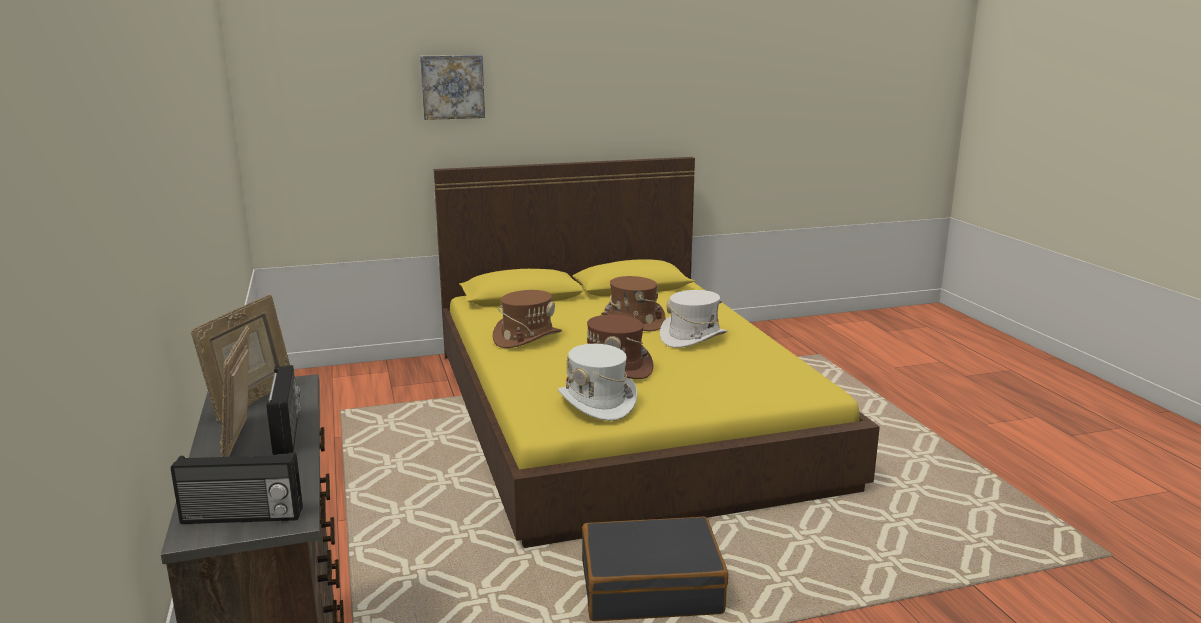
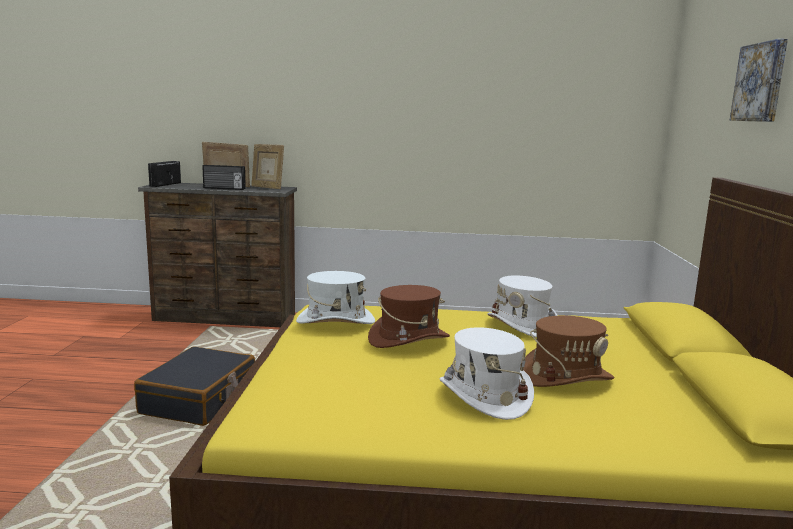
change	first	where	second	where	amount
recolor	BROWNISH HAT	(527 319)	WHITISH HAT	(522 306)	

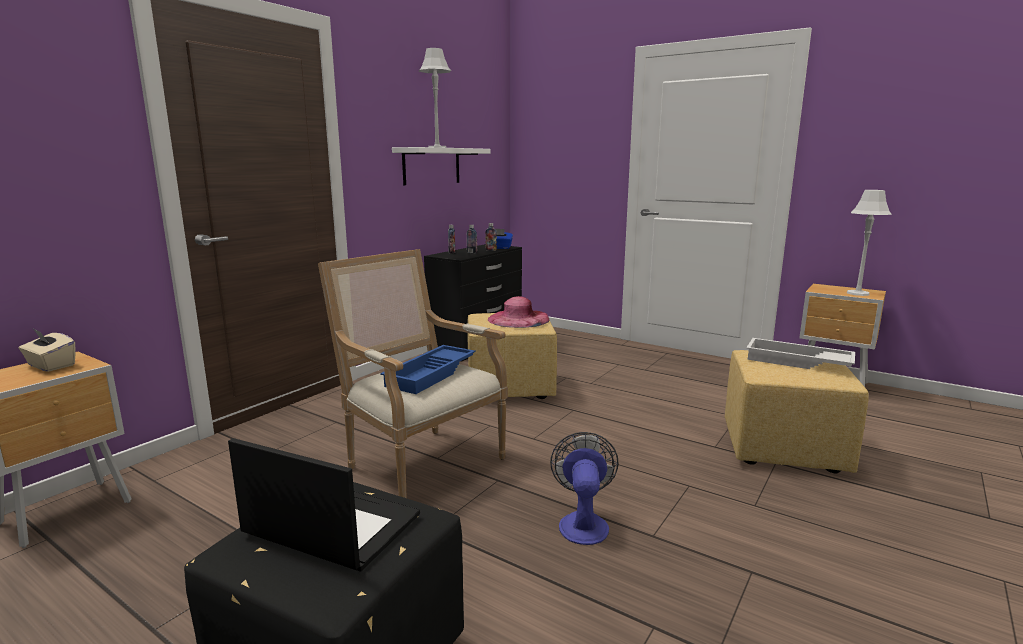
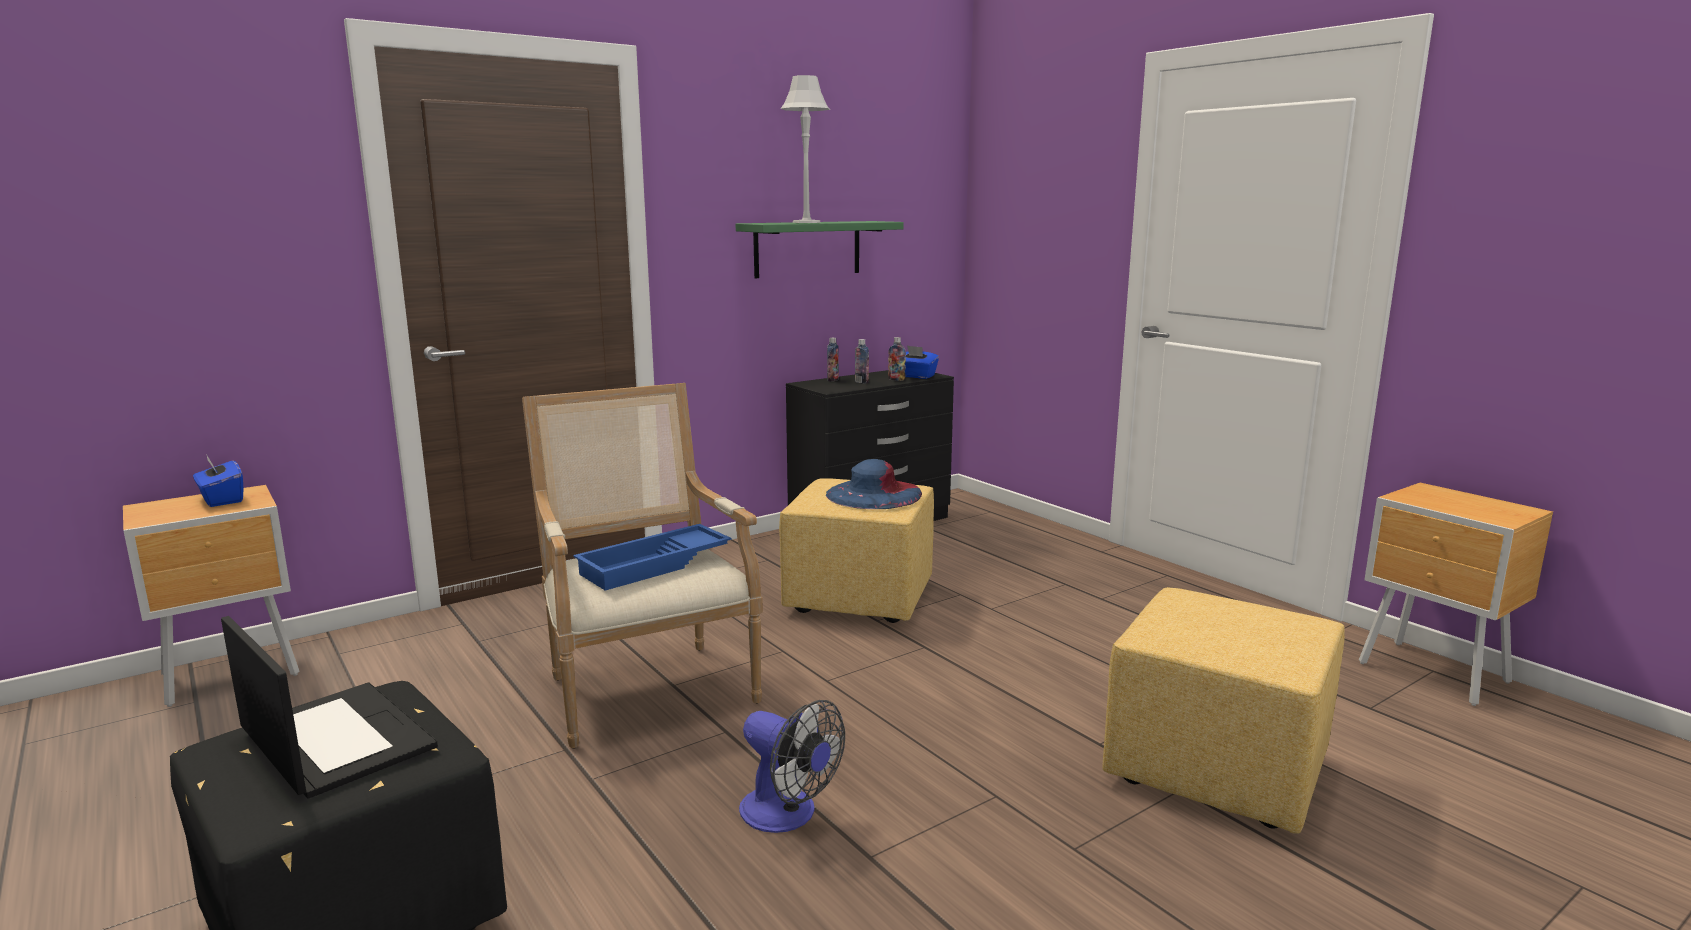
change	first	where	second	where	amount
delete	WHITISH CARRYING TRAY	(800 353)			
delete	GRAY LAMP FOR A TABLE	(869 243)			
recolor	SAND-COLOURED BOX OF TISSUES	(47 350)	BLUE-COLOURED BOX OF TISSUES	(218 480)	
recolor	WHITISH WALL SHELF	(441 166)	GREEN WALL SHELF	(820 250)	
recolor	PINK-COLOURED HAT	(518 312)	BLUE-COLOURED HAT	(874 484)	
rotate	FAN	(584 488)		(792 766)	105 degrees clockwise

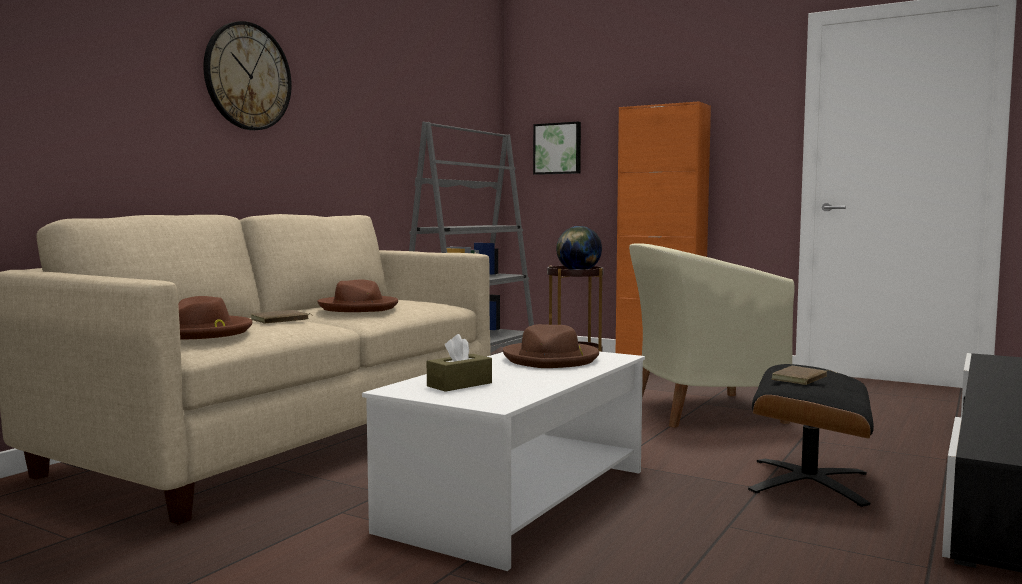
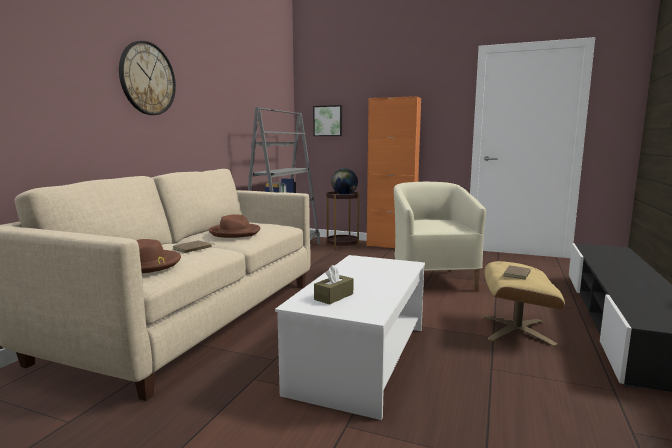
change	first	where	second	where	amount
delete	BROWNISH HAT	(551 346)			
recolor	BLACKISH OTTOMAN	(811 435)	SAND-COLOURED OTTOMAN	(523 304)	
rotate	SAND-COLOURED ARMCHAIR	(711 335)		(440 237)	105 degrees clockwise

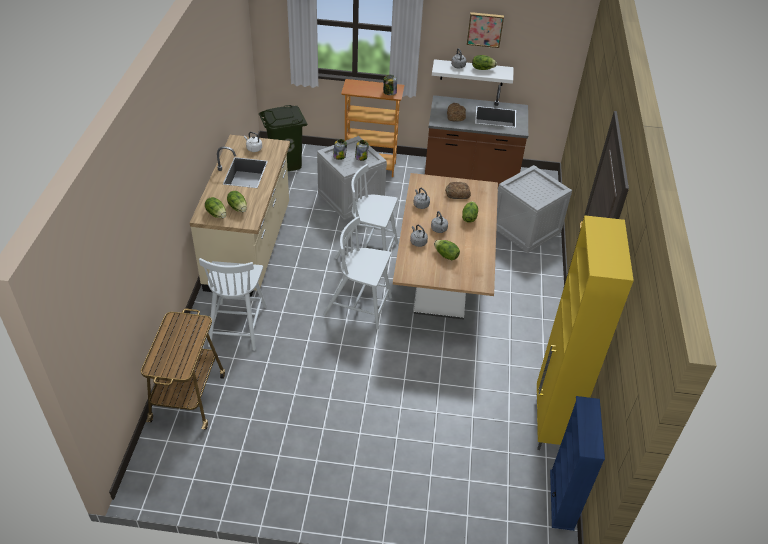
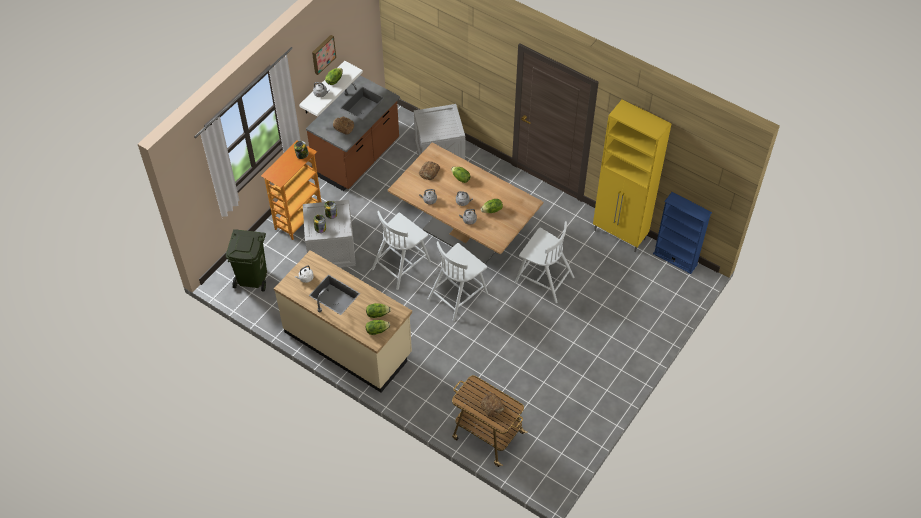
change	first	where	second	where	amount
insert			BAKED BREAD	(493 405)	
move	WHITISH UPRIGHT CHAIR	(233 304)		(545 262)	

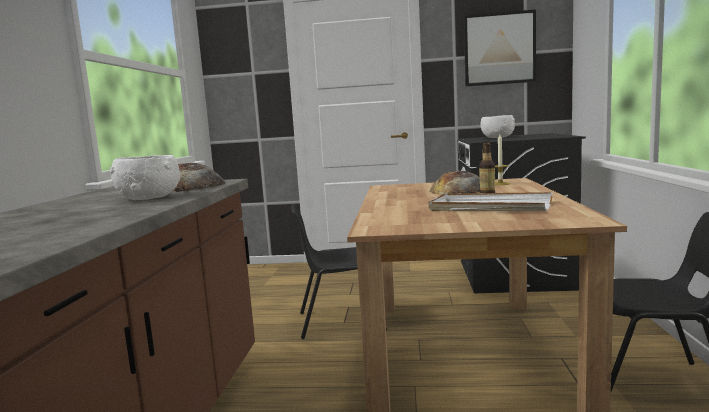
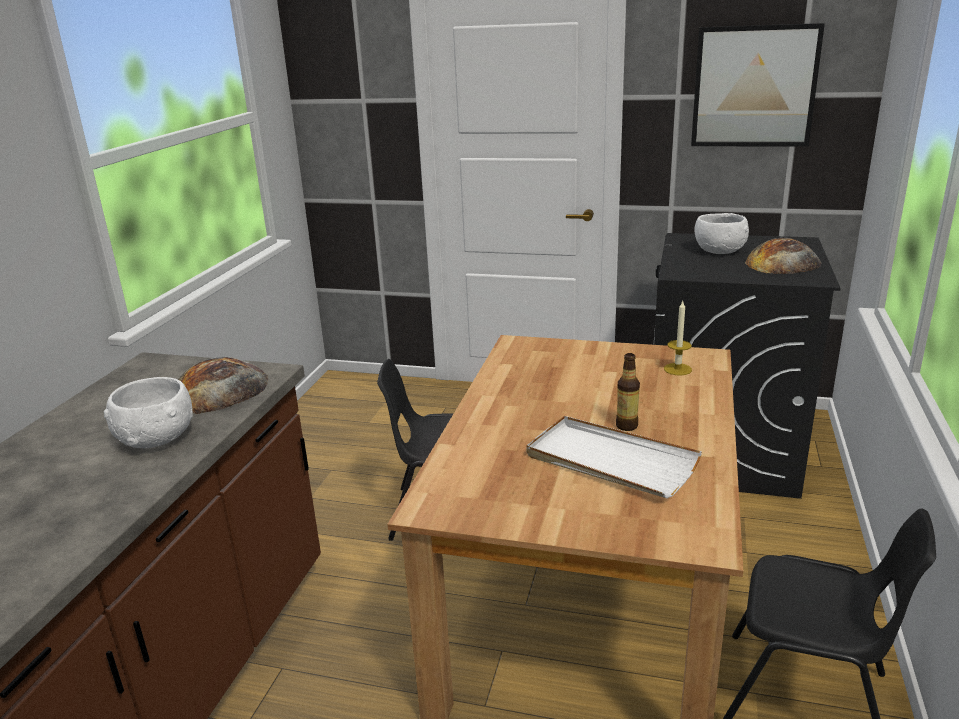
change	first	where	second	where	amount
move	BAKED BREAD	(455 183)		(783 256)	

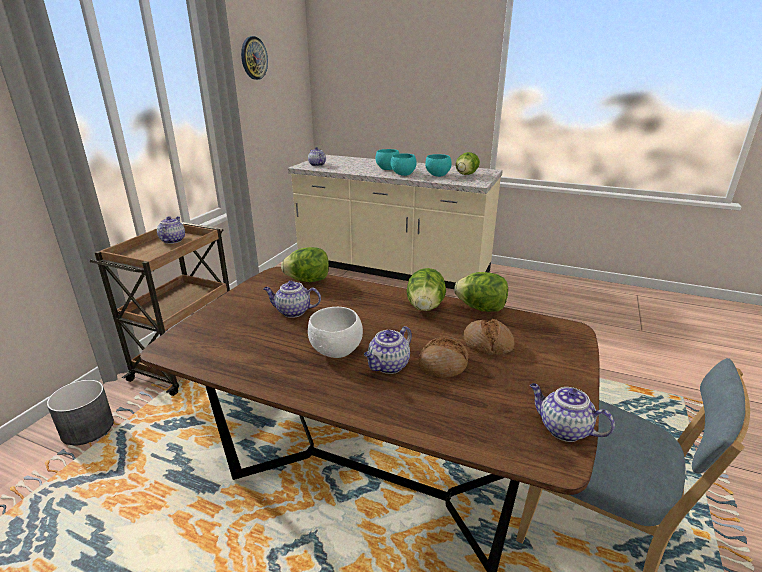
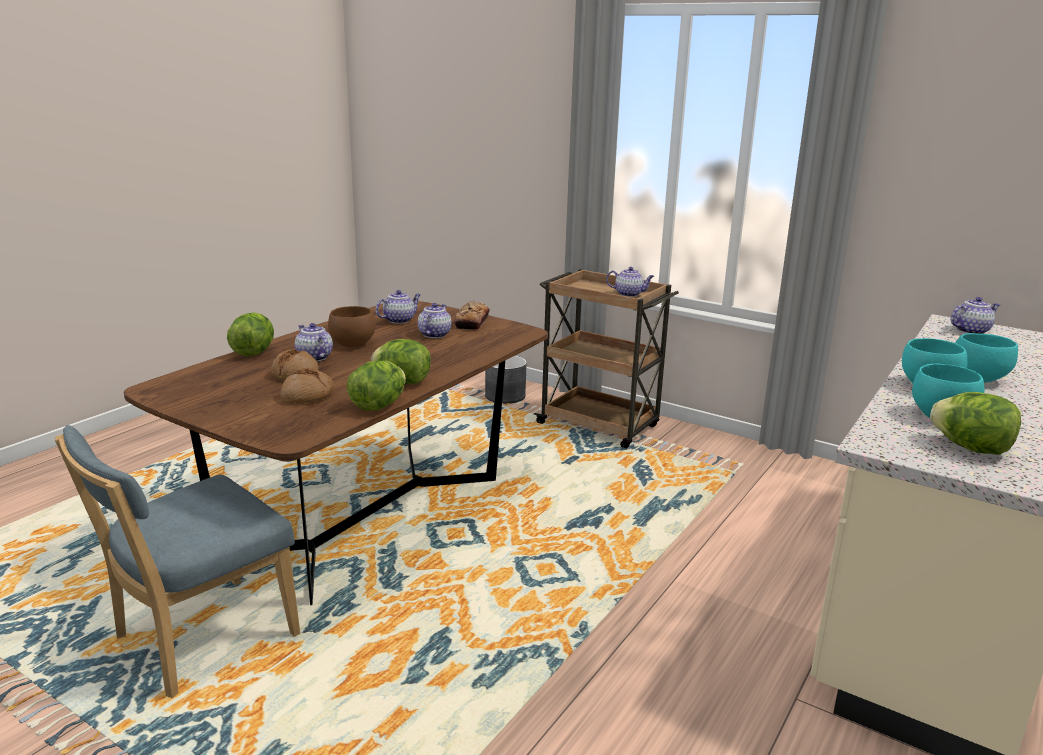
change	first	where	second	where	amount
delete	CLOCK ON THE WALL	(254 58)			
insert			BAKED BREAD	(472 315)	
move	LETTUCE HEAD	(305 264)		(250 334)	
move	POT FOR TEA	(572 412)		(398 307)	
recolor	WHITISH BOWL	(335 332)	BROWNISH BOWL	(352 326)	

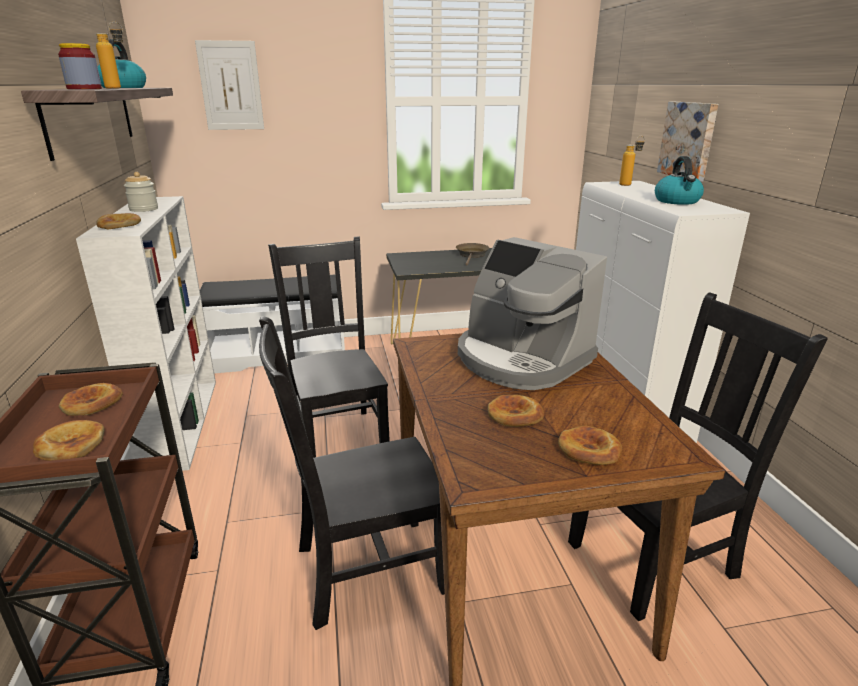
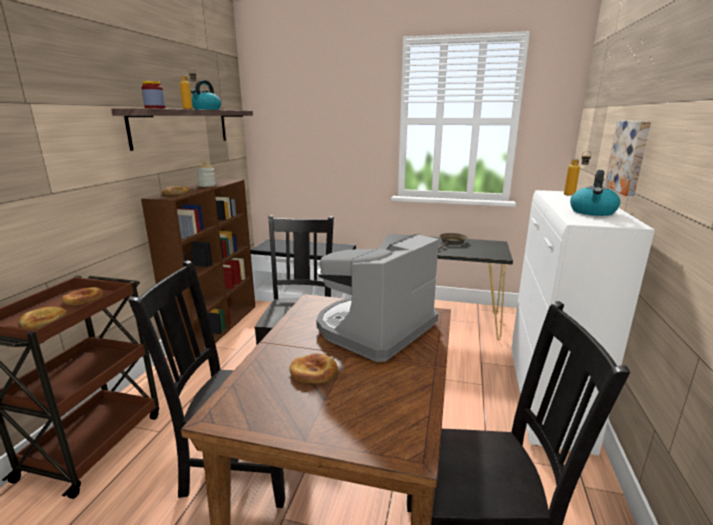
change	first	where	second	where	amount
delete	WALL PICTURE	(229 85)			
delete	BAKED BREAD	(590 445)			
recolor	WHITISH BOOKSHELF	(146 333)	BROWNISH BOOKSHELF	(198 268)	
rotate	COFFEE BREWER	(532 313)		(377 297)	60 degrees clockwise

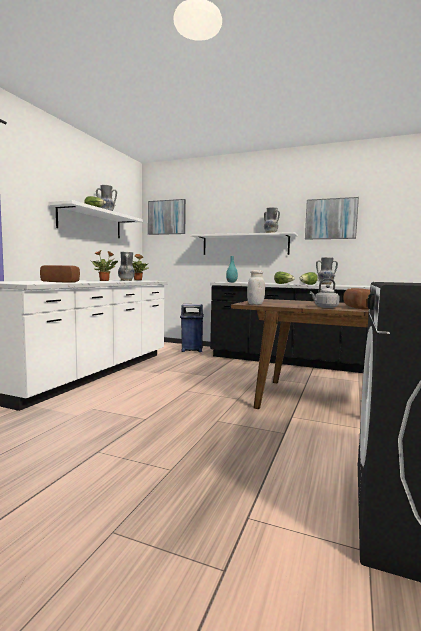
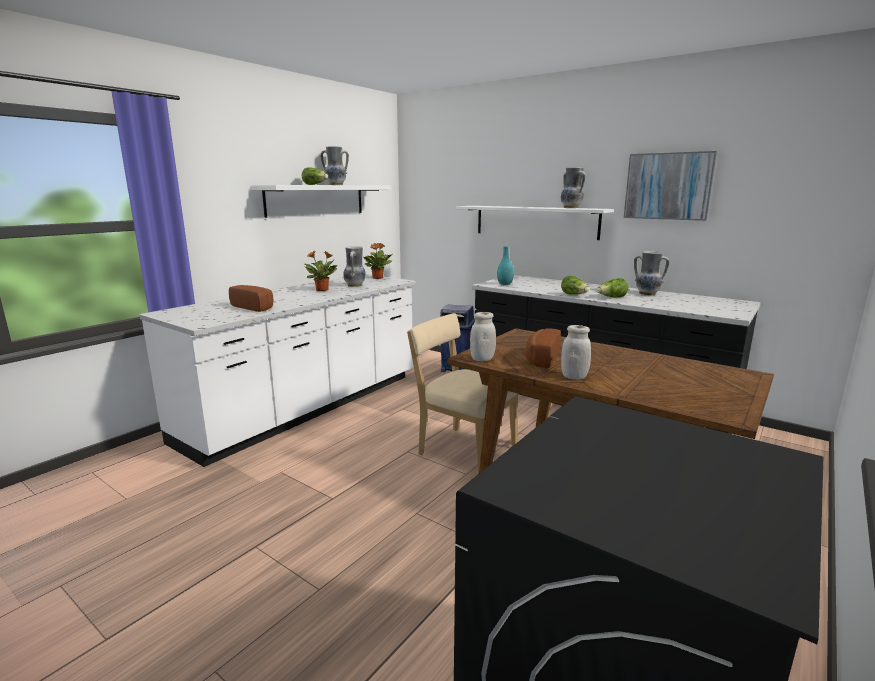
change	first	where	second	where	amount
delete	WALL PICTURE	(167 217)			
insert			SAND-COLOURED UPRIGHT CHAIR	(462 393)	
move	BAKED BREAD	(356 299)		(543 348)	
replace	GRAY TEA KETTLE	(325 293)	WHITISH PRESERVE JAR	(576 352)	

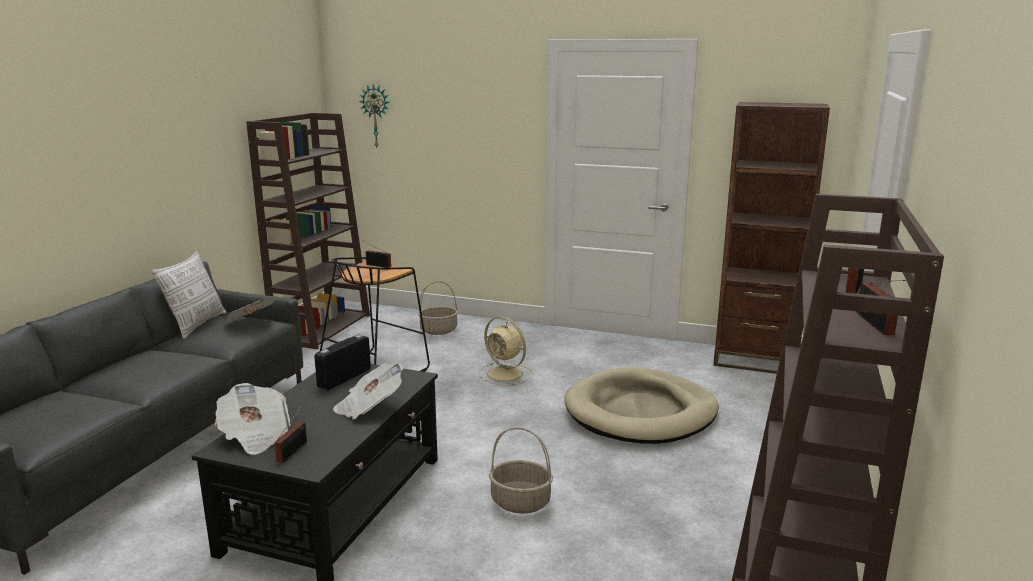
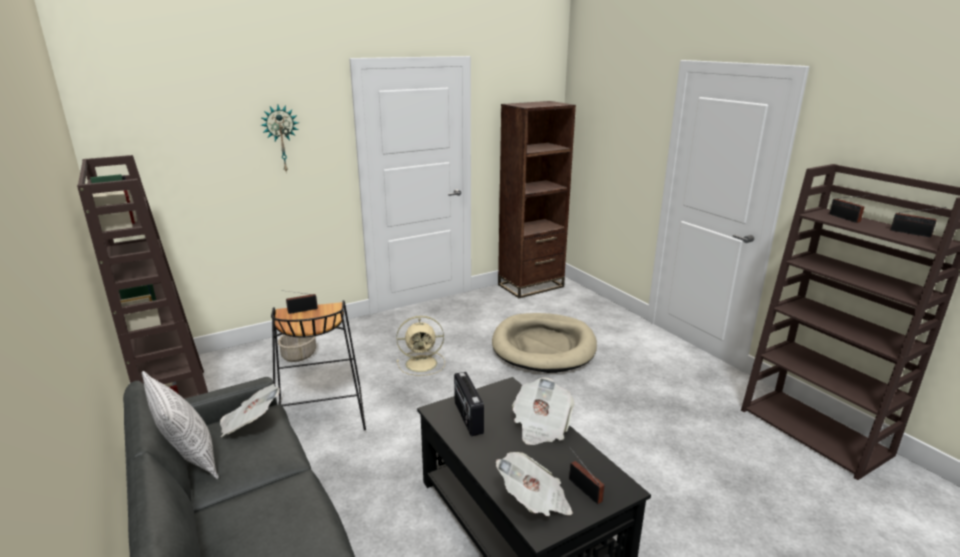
change	first	where	second	where	amount
delete	STORAGE BASKET	(521 470)			
move	CLOCK ON THE WALL	(374 115)		(280 138)	

